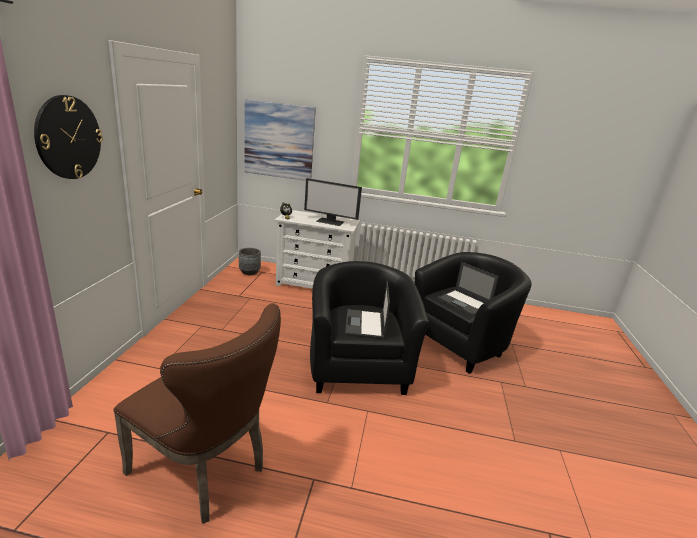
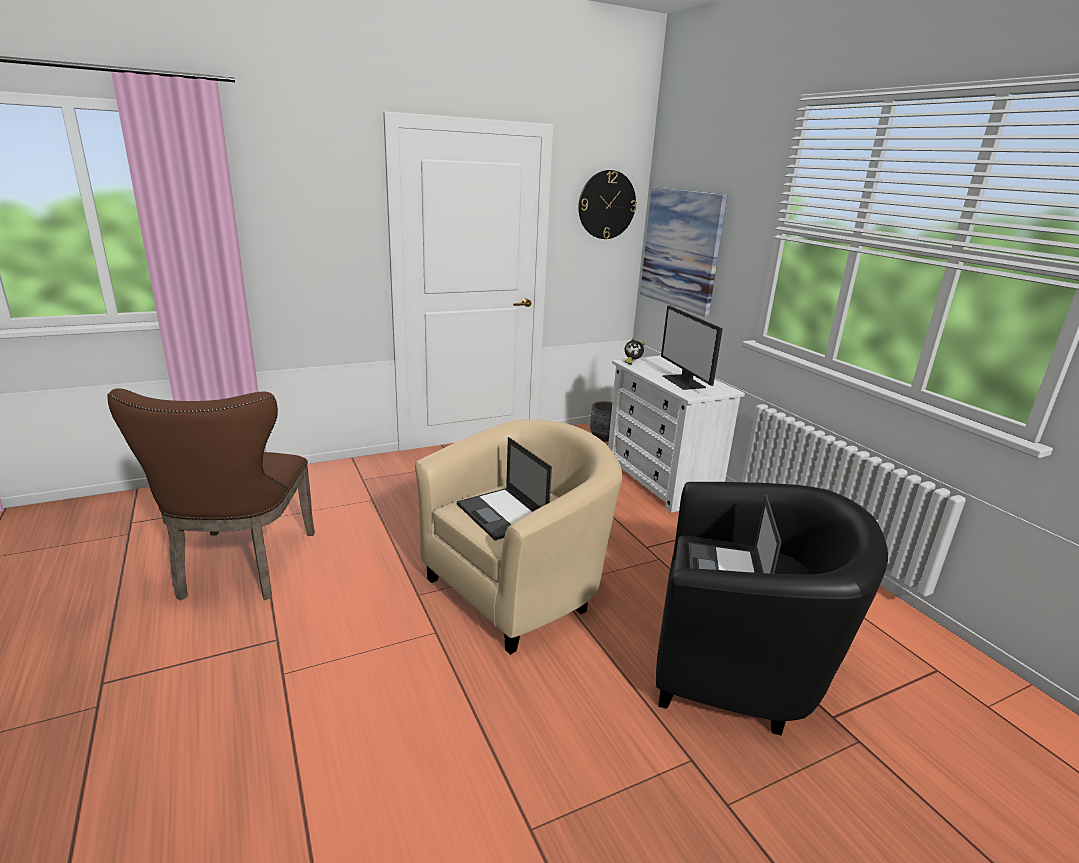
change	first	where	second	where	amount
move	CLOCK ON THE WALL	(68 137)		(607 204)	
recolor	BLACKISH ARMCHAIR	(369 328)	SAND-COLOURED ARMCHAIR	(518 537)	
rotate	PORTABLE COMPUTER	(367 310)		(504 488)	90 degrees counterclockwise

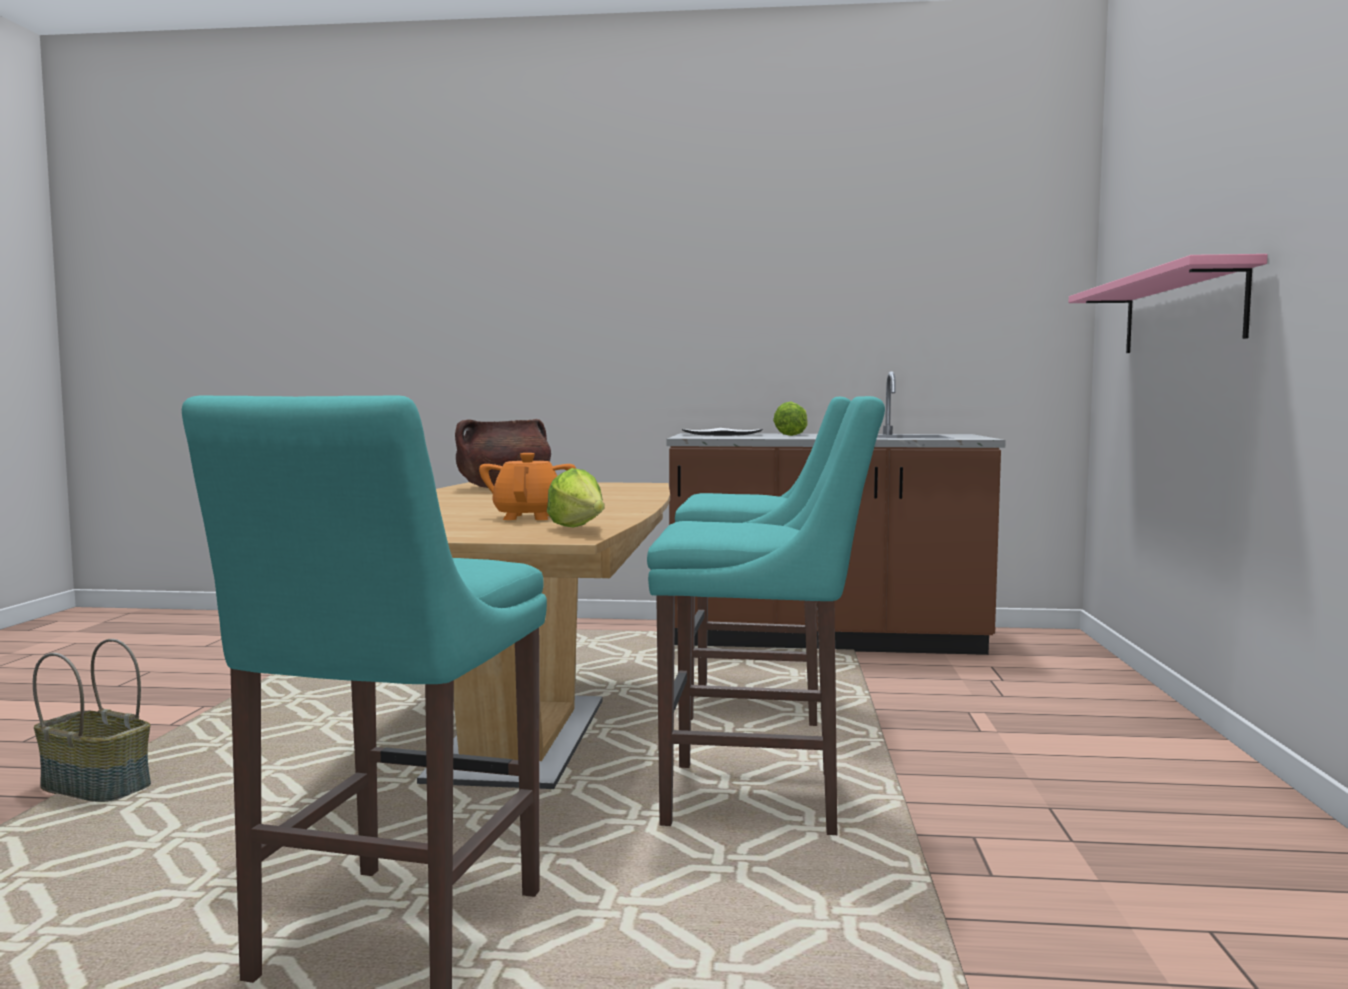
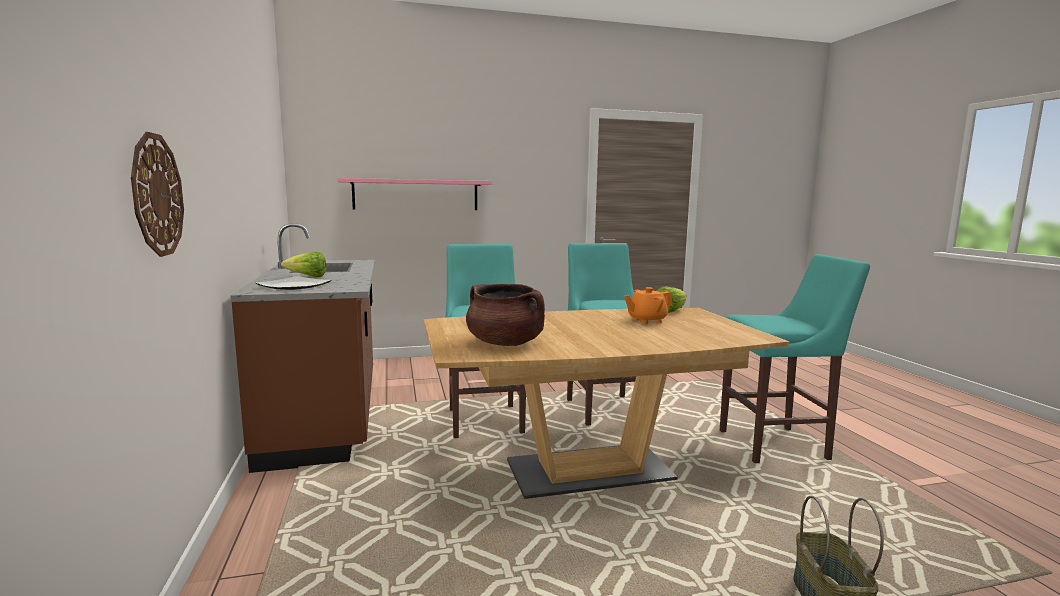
change	first	where	second	where	amount
insert			CLOCK ON THE WALL	(157 194)	

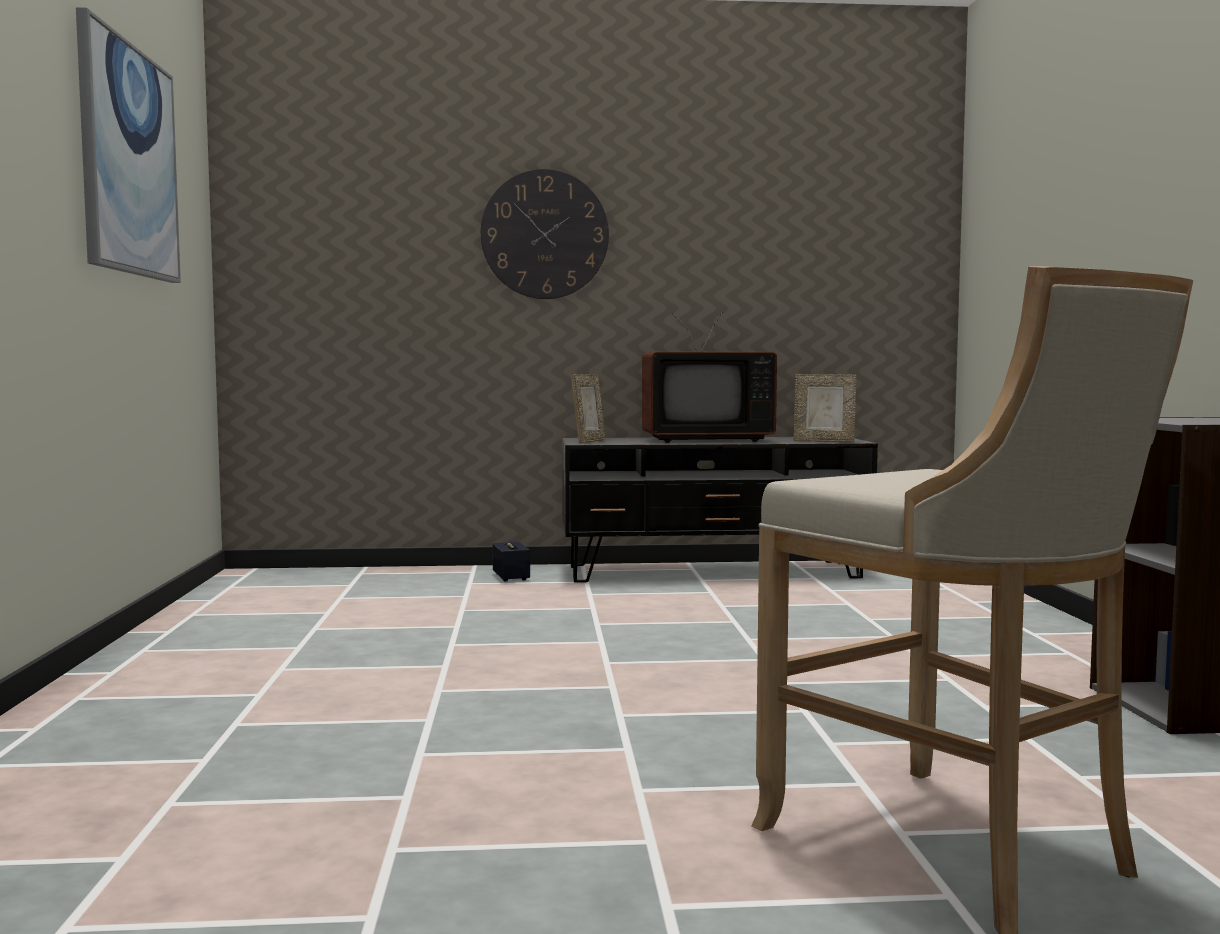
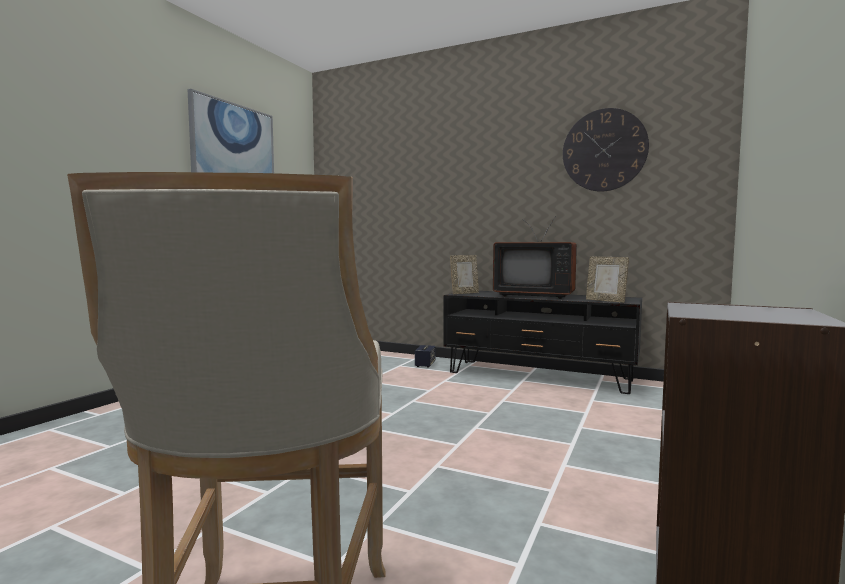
change	first	where	second	where	amount
move	CLOCK ON THE WALL	(545 234)		(606 150)	

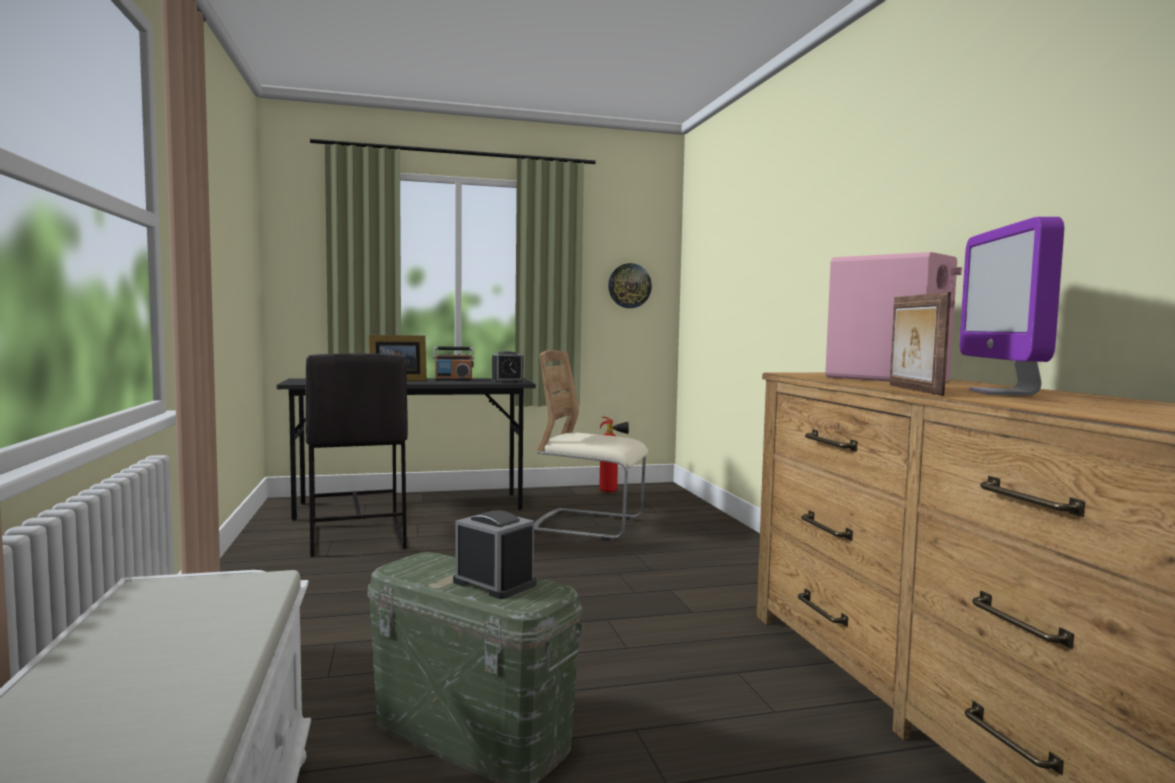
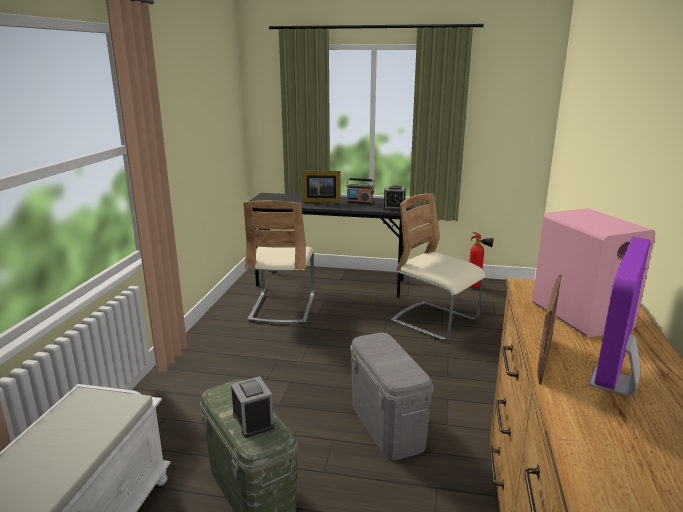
change	first	where	second	where	amount
delete	CLOCK ON THE WALL	(630 285)			
insert			GRAY STORAGE BOX	(392 396)	
replace	GRAY STOOL SEAT	(356 455)	SAND-COLOURED UPRIGHT CHAIR	(278 262)	

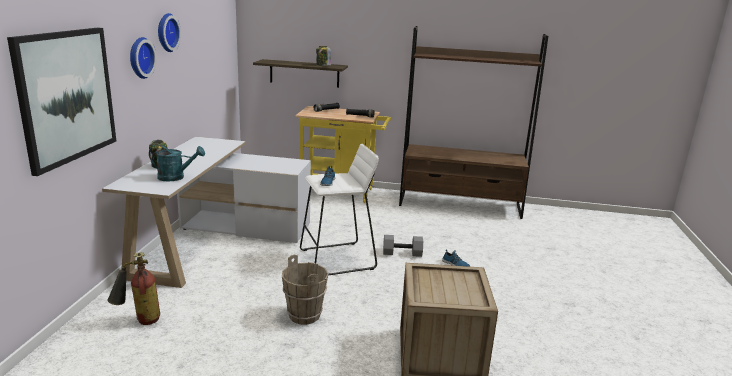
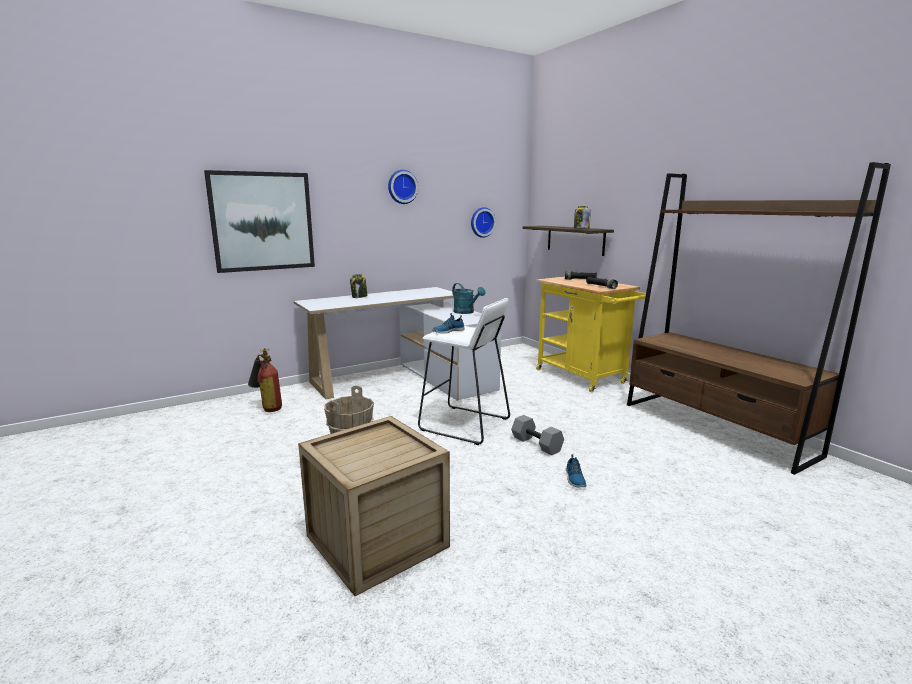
change	first	where	second	where	amount
move	CLOCK ON THE WALL	(143 58)		(483 222)	
move	TURQUOISE WATERING CAN	(177 163)		(468 298)	

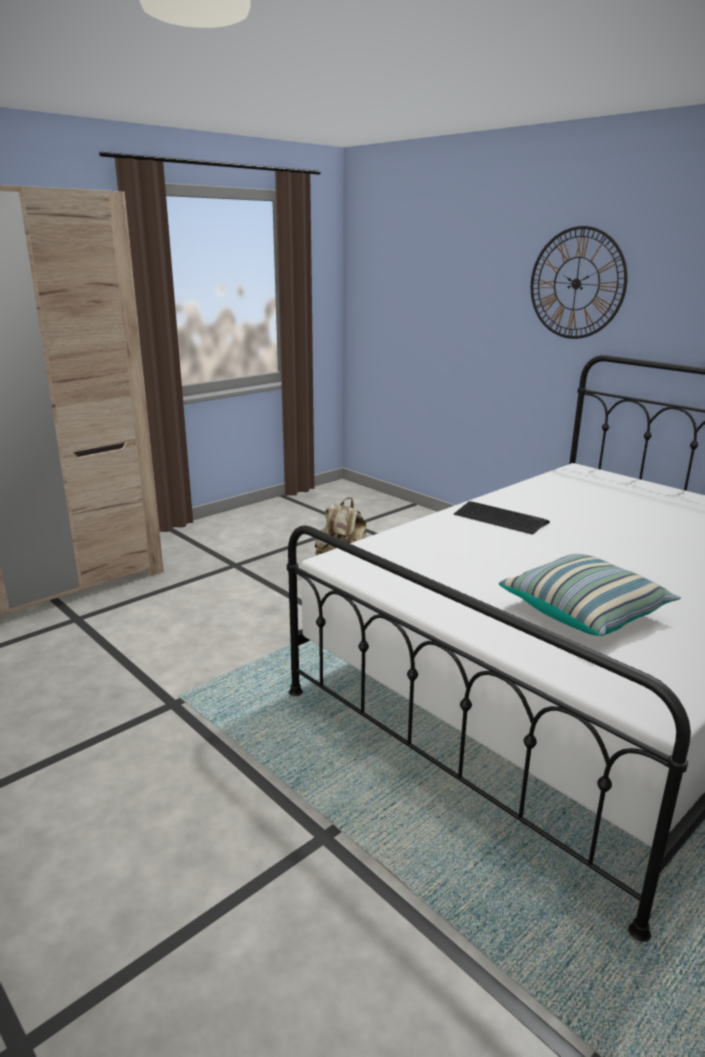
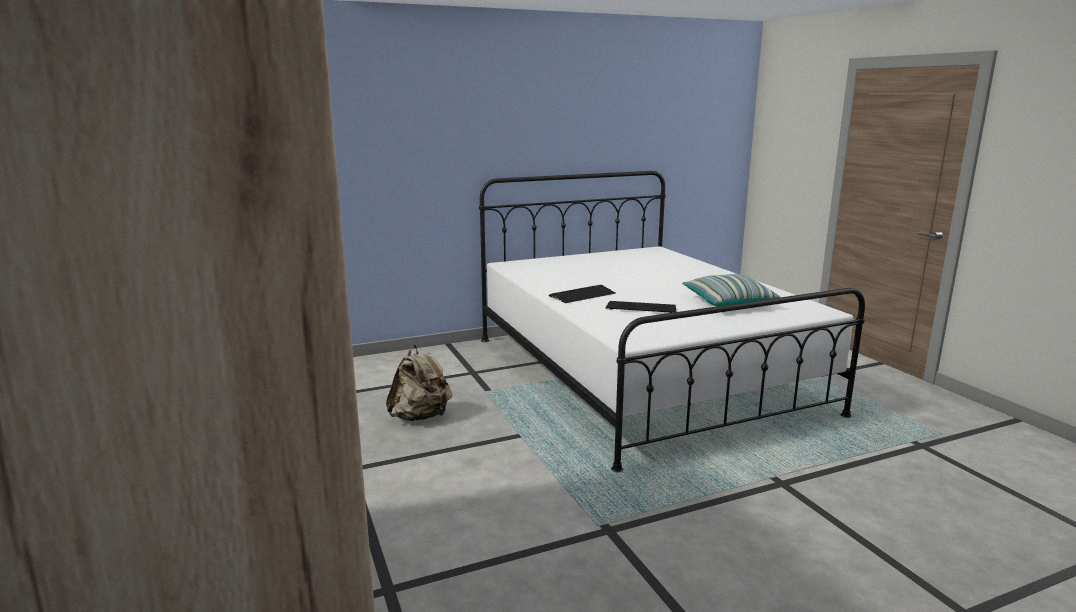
change	first	where	second	where	amount
delete	CLOCK ON THE WALL	(579 282)			
insert			COMPUTER KEYBOARD	(640 307)	

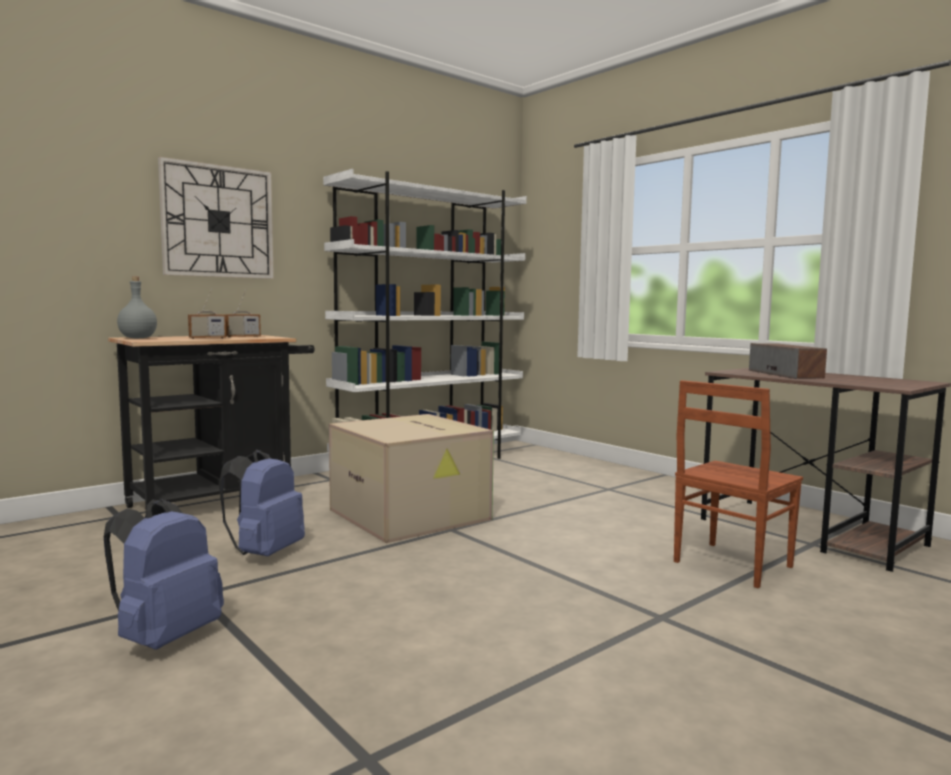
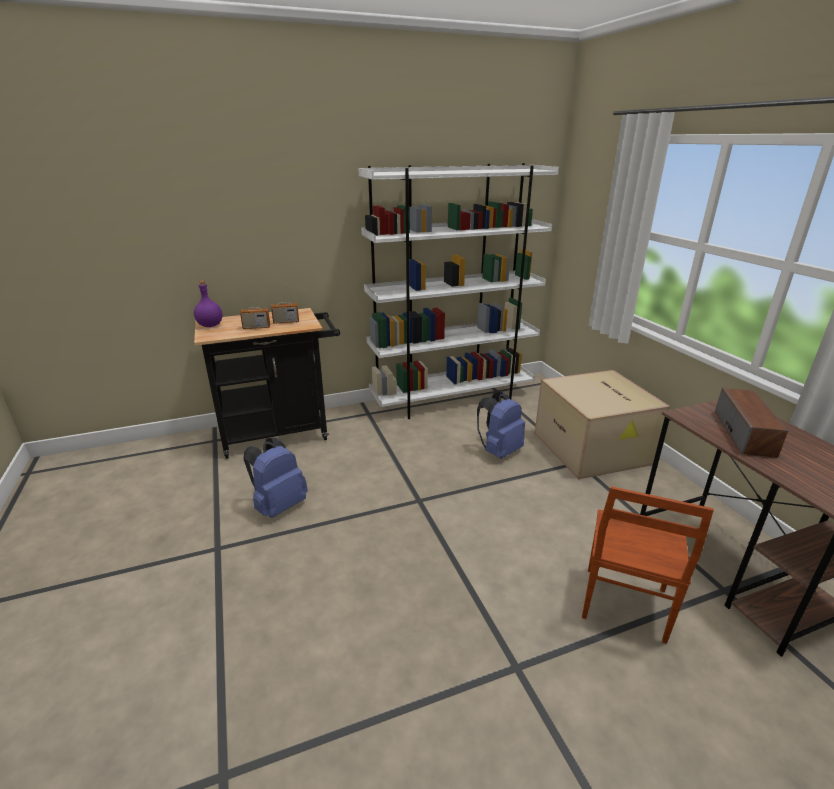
change	first	where	second	where	amount
delete	CLOCK ON THE WALL	(216 218)			
move	BLUE-COLOURED BACKPACK	(164 574)		(501 425)	
move	CARDBOARD BOX	(411 478)		(602 424)	
recolor	GRAY DRINK BOTTLE	(137 307)	PURPLISH DRINK BOTTLE	(208 304)	
rotate	BROWNISH UPRIGHT CHAIR	(738 484)		(648 565)	45 degrees counterclockwise

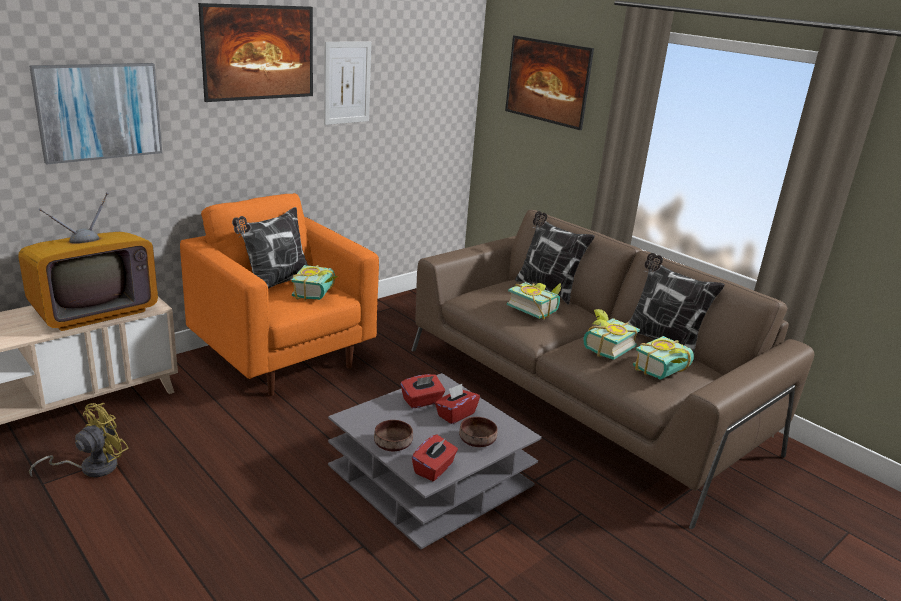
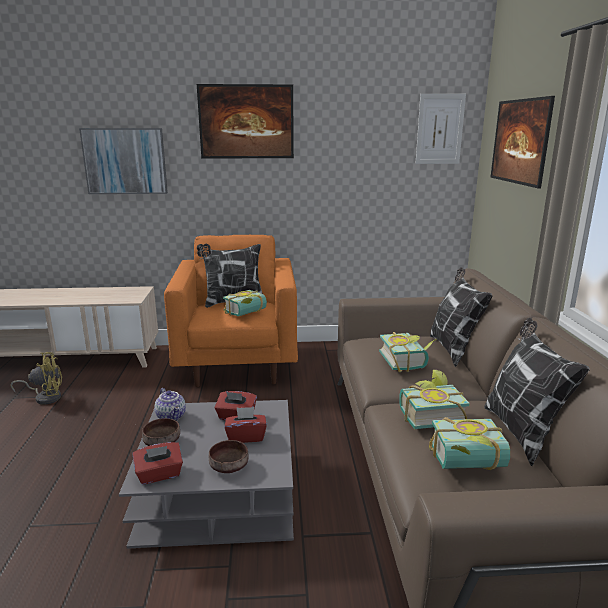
change	first	where	second	where	amount
delete	TV	(88 261)			
insert			POT FOR TEA	(170 404)	
move	WALL PICTURE	(347 83)		(440 129)	

